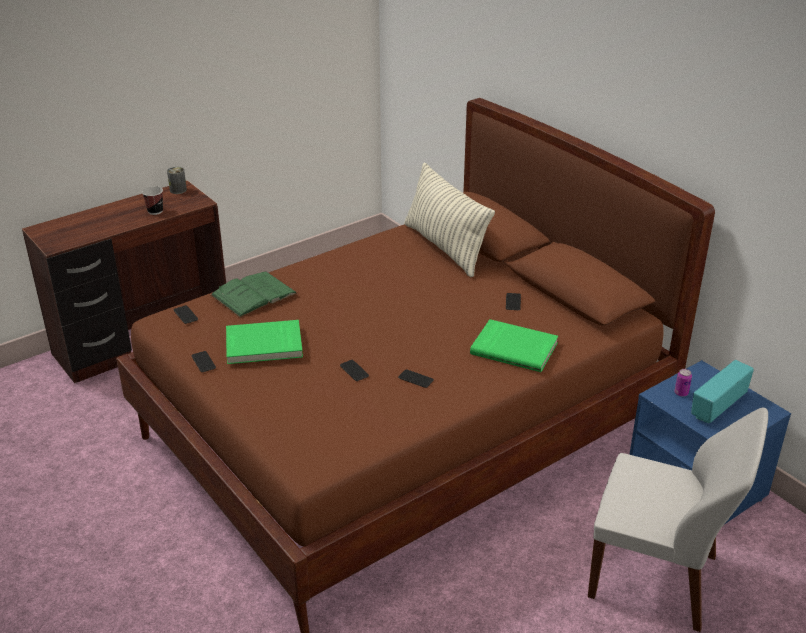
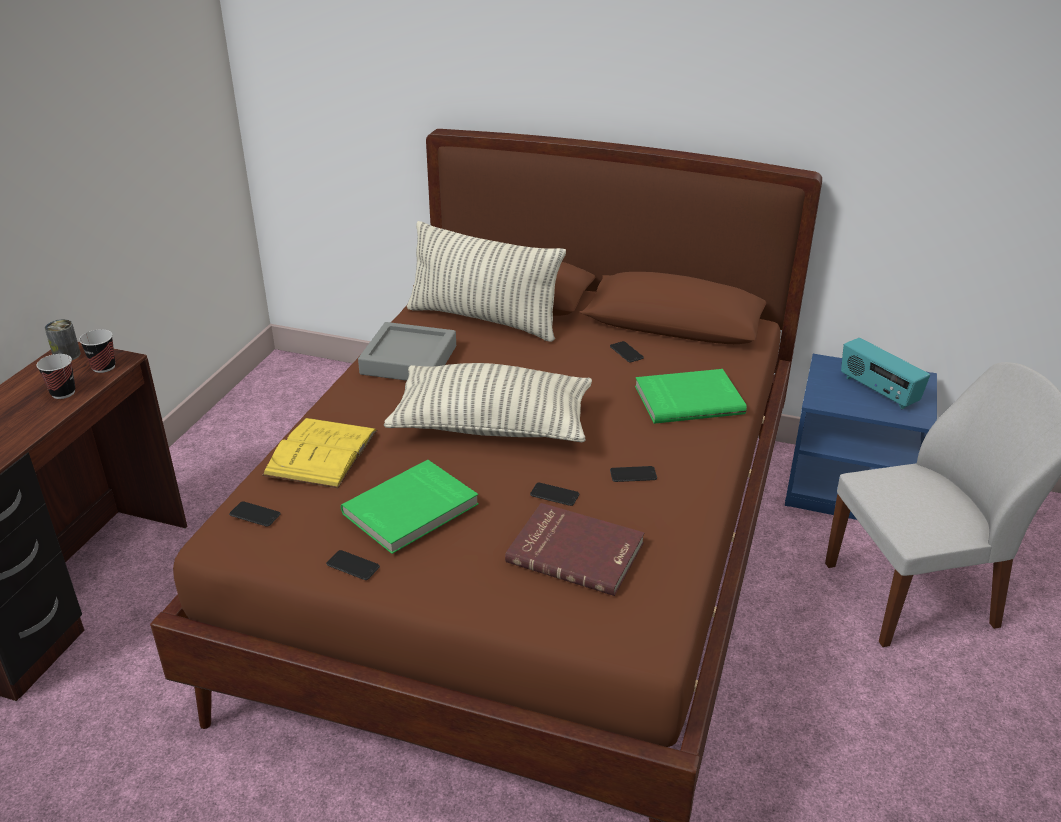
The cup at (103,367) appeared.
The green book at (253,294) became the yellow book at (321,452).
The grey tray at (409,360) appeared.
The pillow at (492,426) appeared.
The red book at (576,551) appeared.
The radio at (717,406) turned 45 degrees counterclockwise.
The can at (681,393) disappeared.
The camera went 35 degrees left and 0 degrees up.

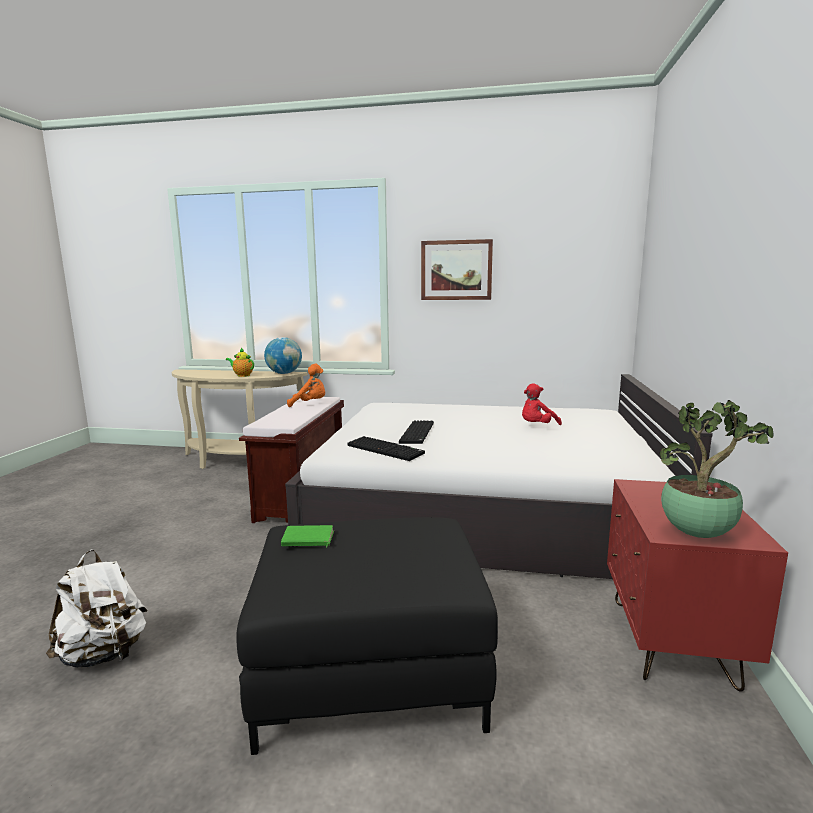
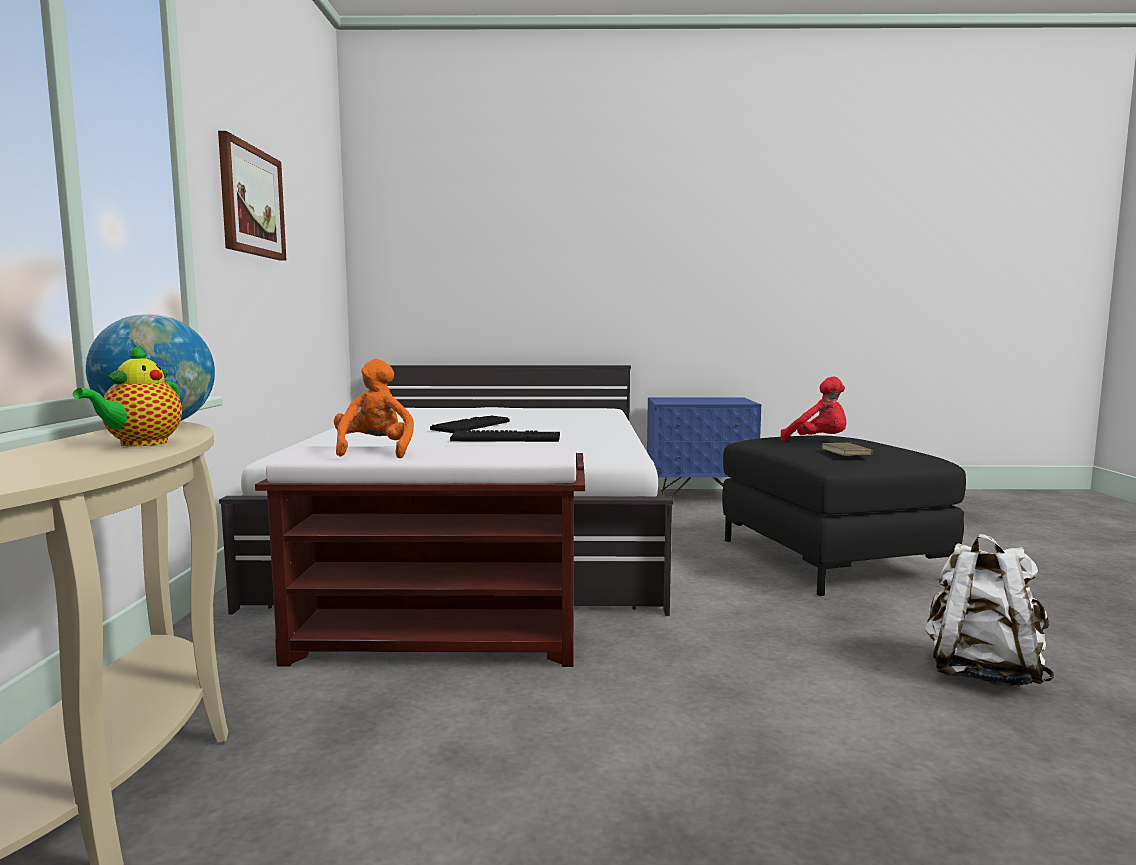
The keyboard moved from (386,449) to (470,426).
The red nightstand at (671,643) became the blue nightstand at (699,497).
The red plush toy moved from (537,426) to (819,442).
The green book at (307,540) became the brown book at (848,452).
The potted plant at (699,534) disappeared.
The camera went 100 degrees left and 5 degrees down.

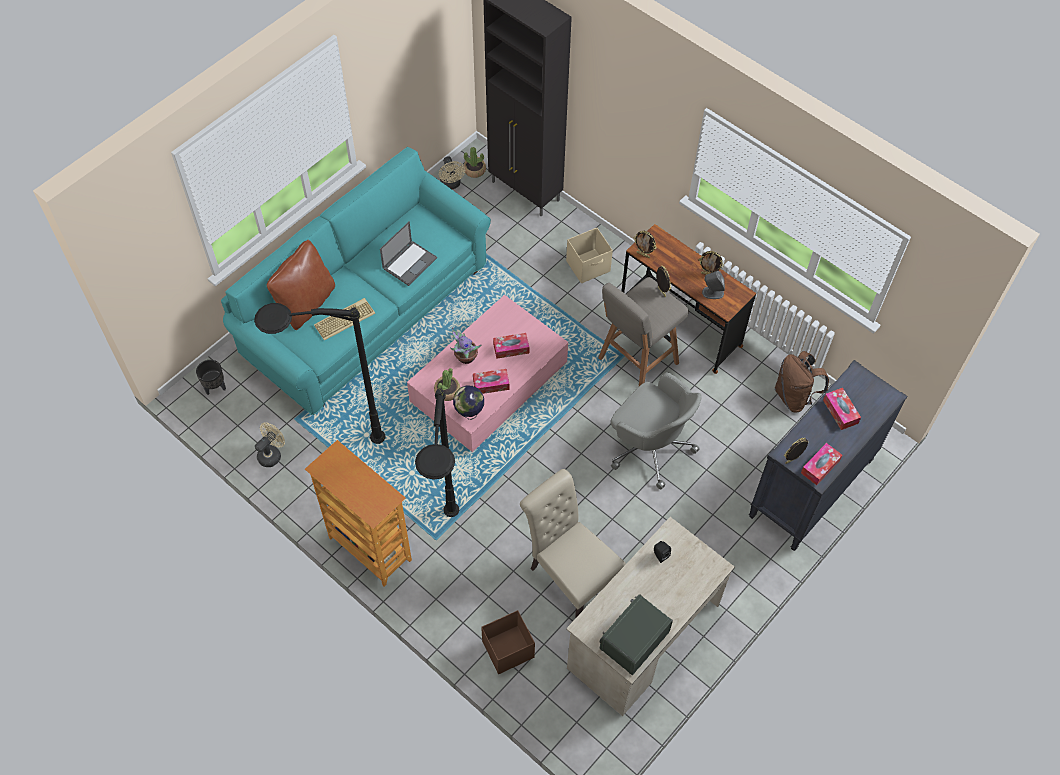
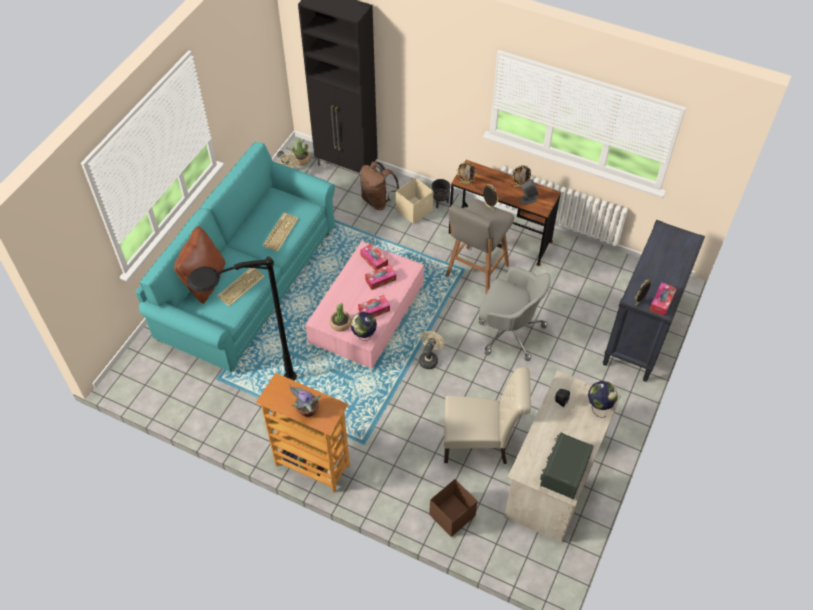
The laptop at (410,262) was replaced by the keyboard at (280,232).
The potted plant moved from (465,357) to (306,410).
The brown backpack moved from (794,397) to (378,201).
The tissue box moved from (840,412) to (374,260).
The beige fan moved from (272,454) to (429,358).
The black planter moved from (215,387) to (440,202).
The beige chair at (569,575) turned 150 degrees clockwise.
The globe at (599,406) appeared.
The black floor lamp at (449,556) disappeared.
The camera went 15 degrees left and 5 degrees down.

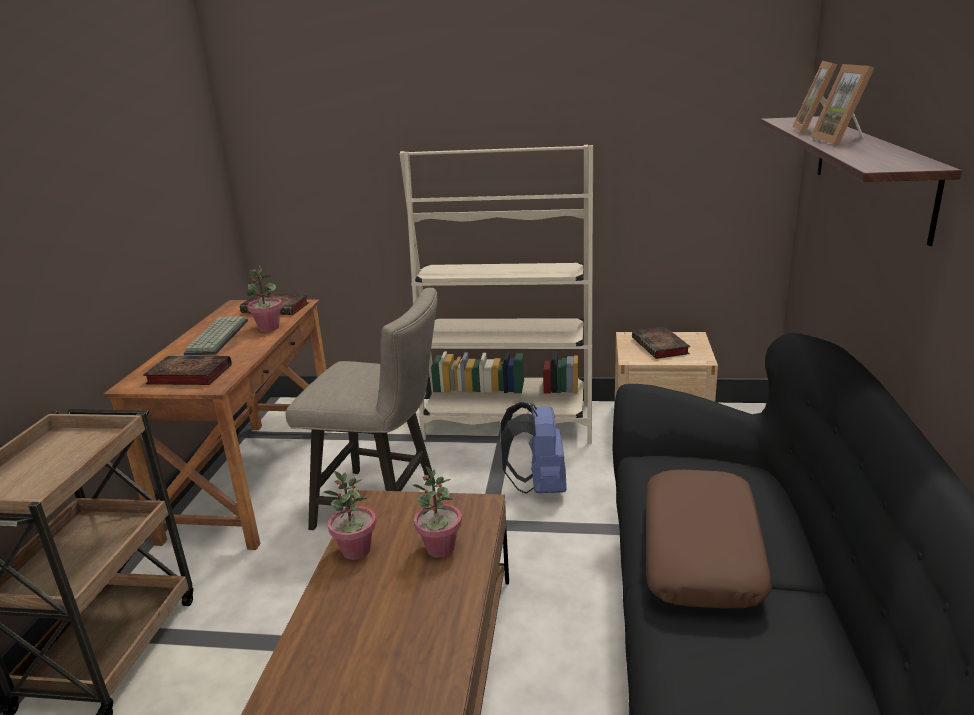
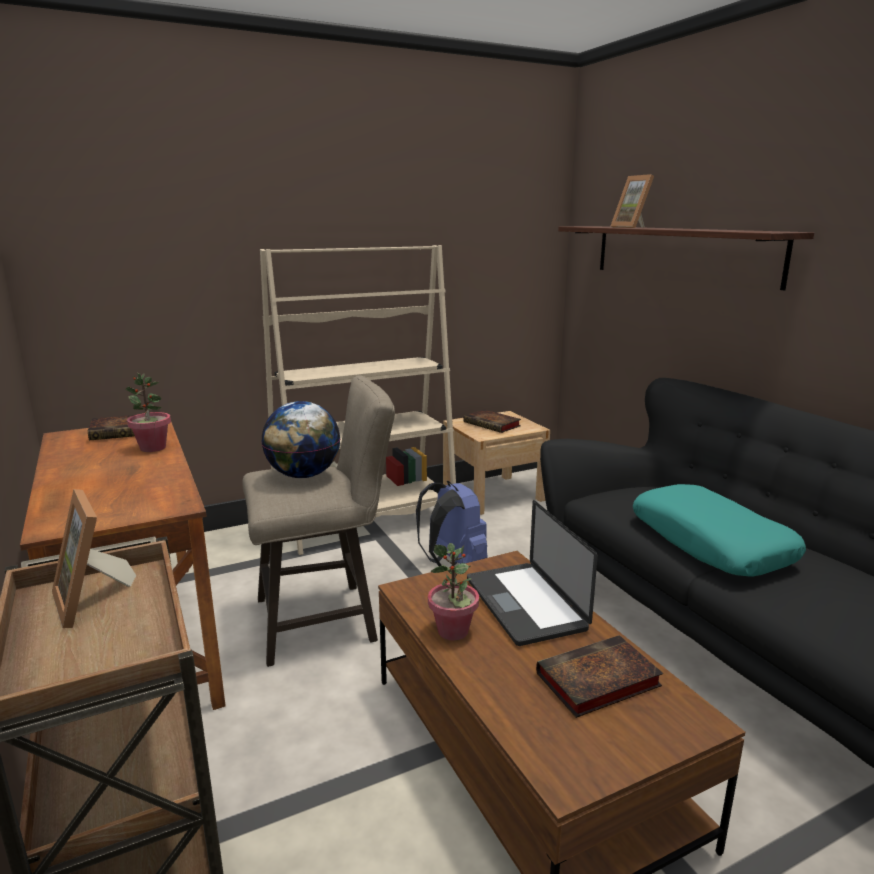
The picture frame moved from (842,141) to (94,600).
The globe at (303,475) appeared.
The potted plant at (440,548) was replaced by the laptop at (525,604).
The book moved from (187,375) to (596,682).
The brown pillow at (702,552) became the turquoise pillow at (711,543).
The keyboard at (216,336) disappeared.
The camera went 35 degrees left and 5 degrees down.

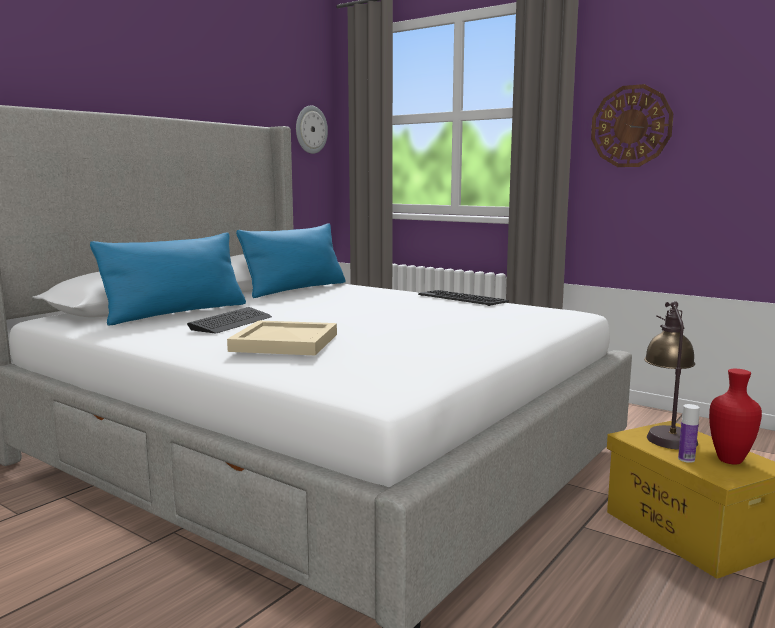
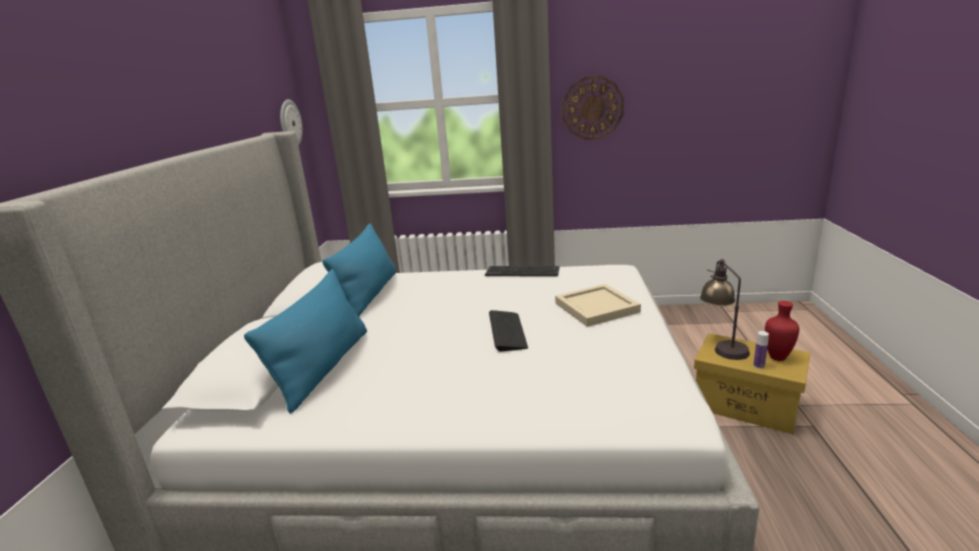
The keyboard moved from (231,323) to (507,331).
The beige tray moved from (283,343) to (596,308).
The camera went 30 degrees left and 10 degrees up.

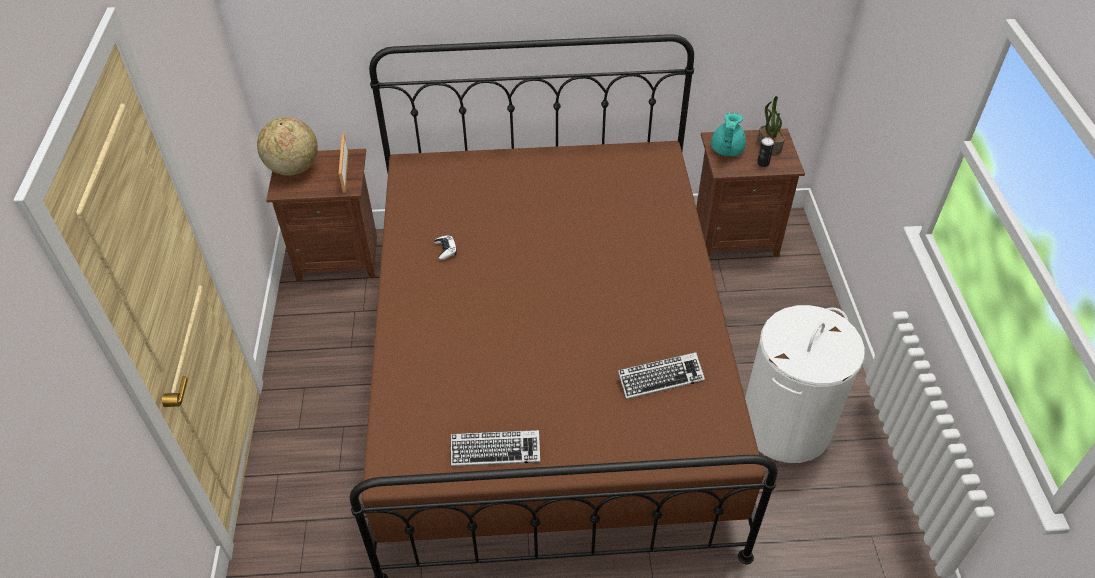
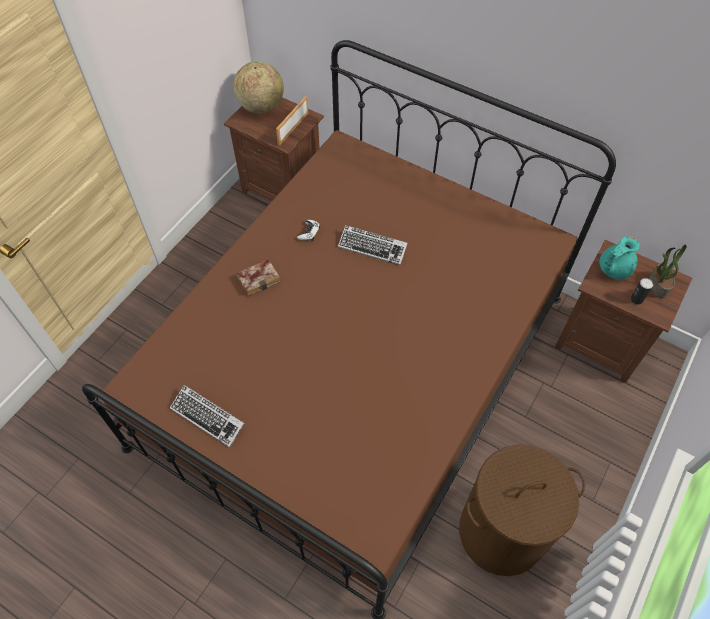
The book at (259,278) appeared.
The keyboard moved from (660,378) to (372,247).
The white laundry basket at (786,426) became the brown laundry basket at (501,532).
The camera went 35 degrees right and 10 degrees up.

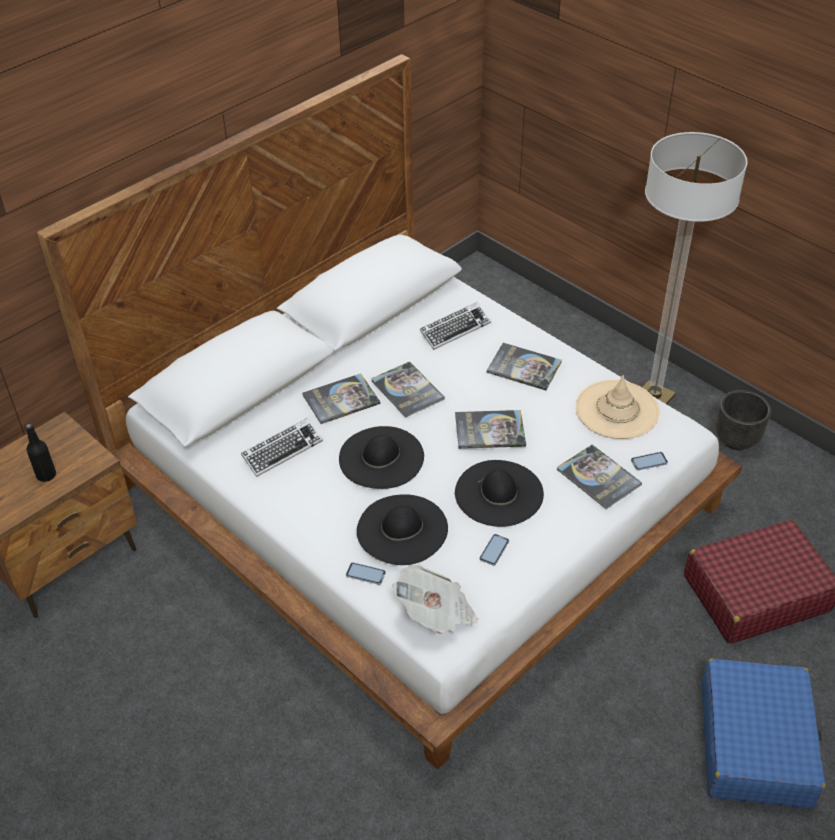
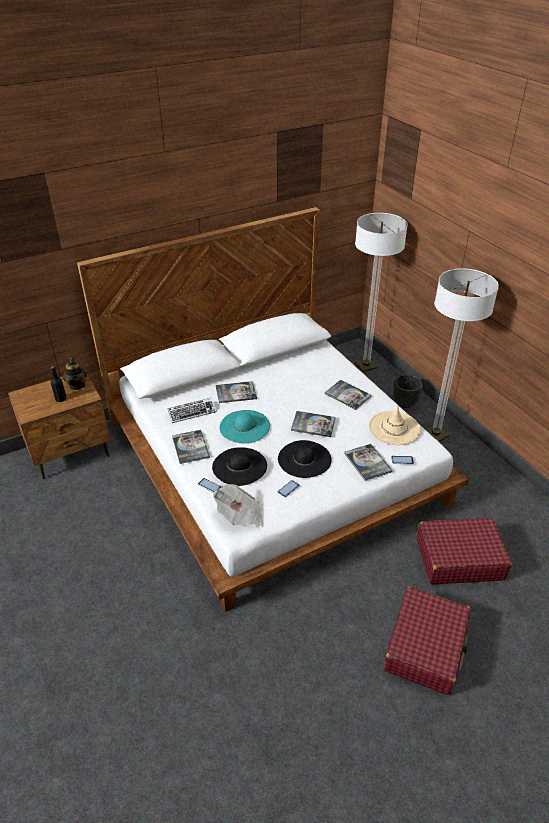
The teapot at (77,385) appeared.
The book moved from (407,390) to (190,447).
The black hat at (381,457) became the turquoise hat at (244,426).
The floor lamp at (366,366) appeared.
The blue suitcase at (755,743) became the red suitcase at (425,646).
The black planter moved from (736,440) to (405,403).
The keyboard at (455,329) disappeared.
The camera went 15 degrees right and 5 degrees down.

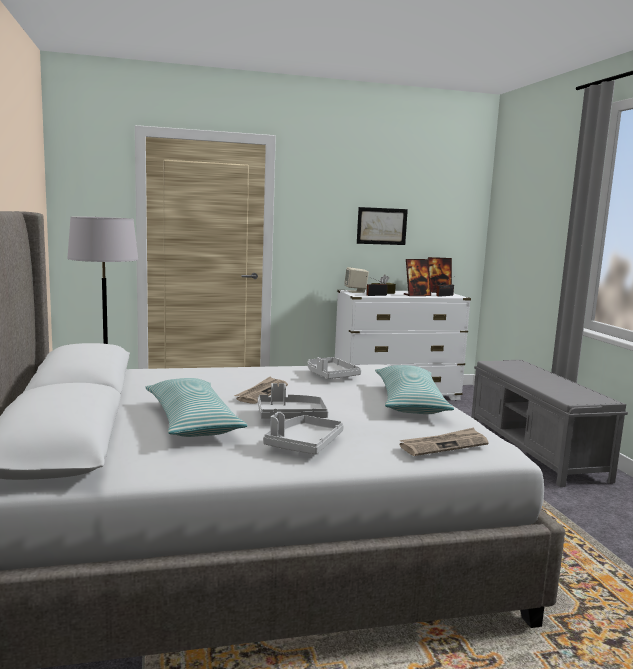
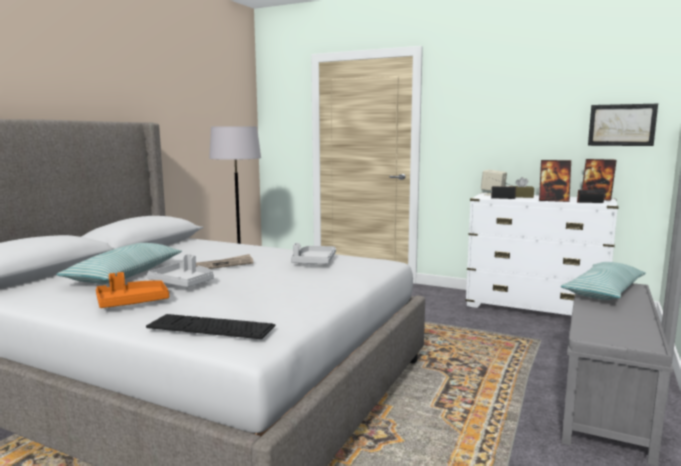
The grey tray at (303,444) became the orange tray at (132,302).
The newspaper at (444,445) was replaced by the keyboard at (211,327).
The pillow moved from (409,402) to (604,291).
The picture moved from (381,226) to (621,125).
The camera went 40 degrees right and 0 degrees up.

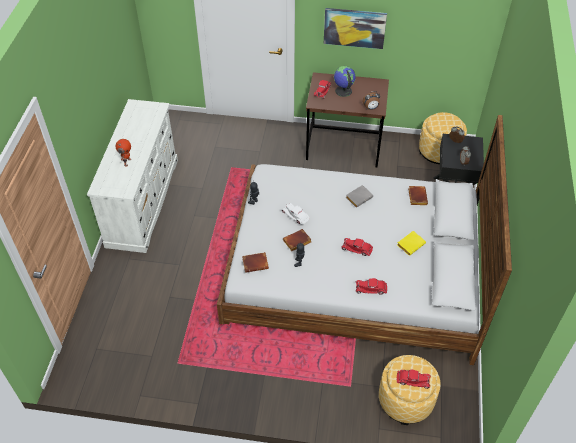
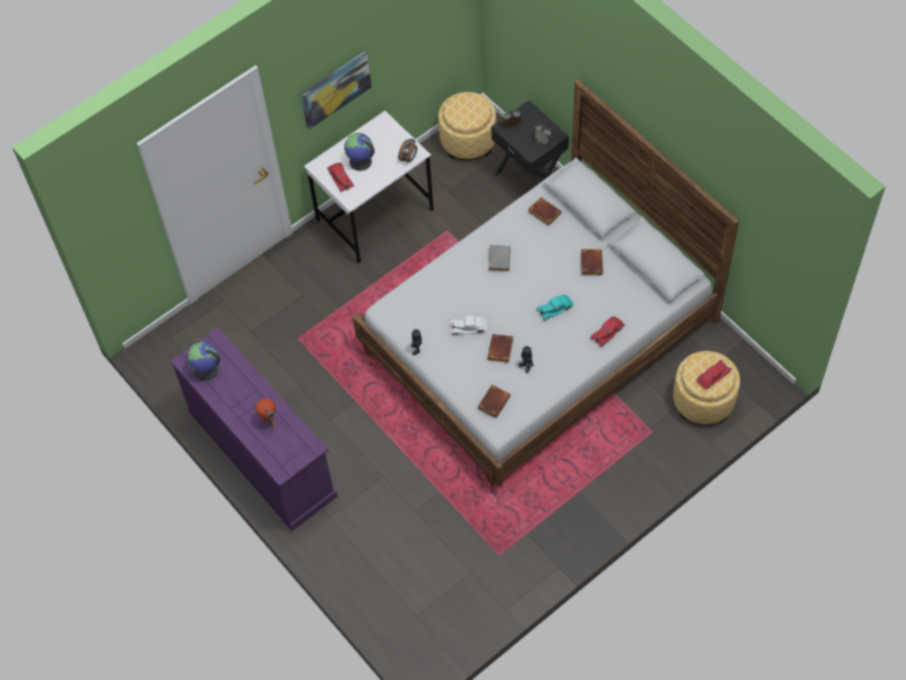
The white dresser at (143,201) became the purple dresser at (261,453).
The globe at (206,370) appeared.
The brown desk at (344,146) became the white desk at (375,214).
The red toy car at (357,248) became the turquoise toy car at (555,308).
The yellow book at (410,244) became the brown book at (590,263).
The camera went 45 degrees left and 10 degrees up.

